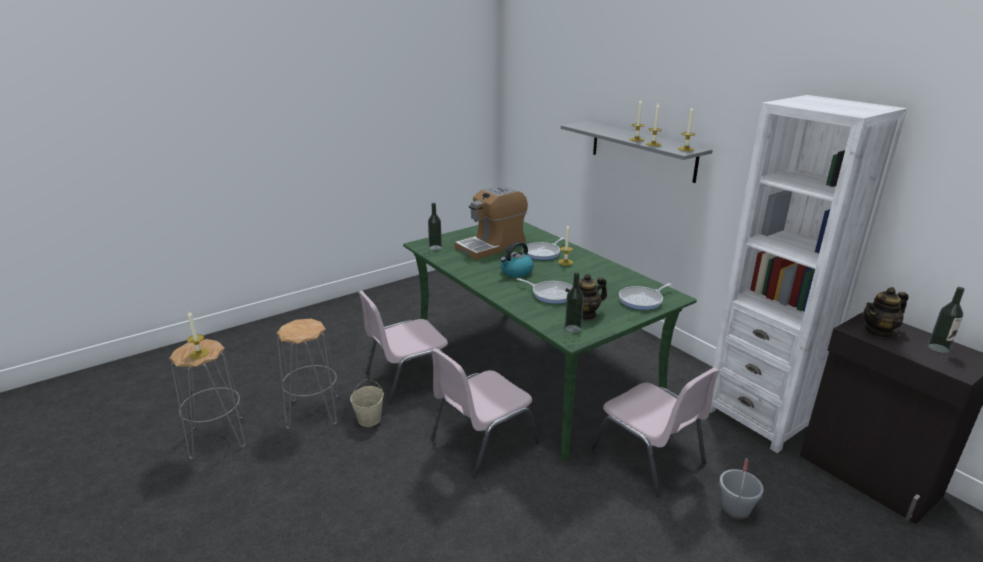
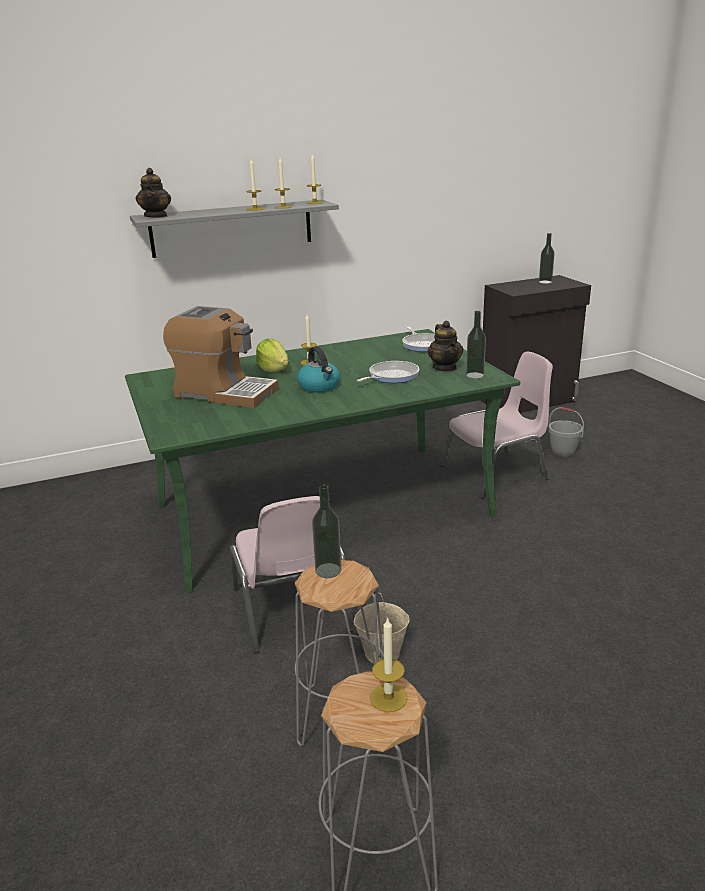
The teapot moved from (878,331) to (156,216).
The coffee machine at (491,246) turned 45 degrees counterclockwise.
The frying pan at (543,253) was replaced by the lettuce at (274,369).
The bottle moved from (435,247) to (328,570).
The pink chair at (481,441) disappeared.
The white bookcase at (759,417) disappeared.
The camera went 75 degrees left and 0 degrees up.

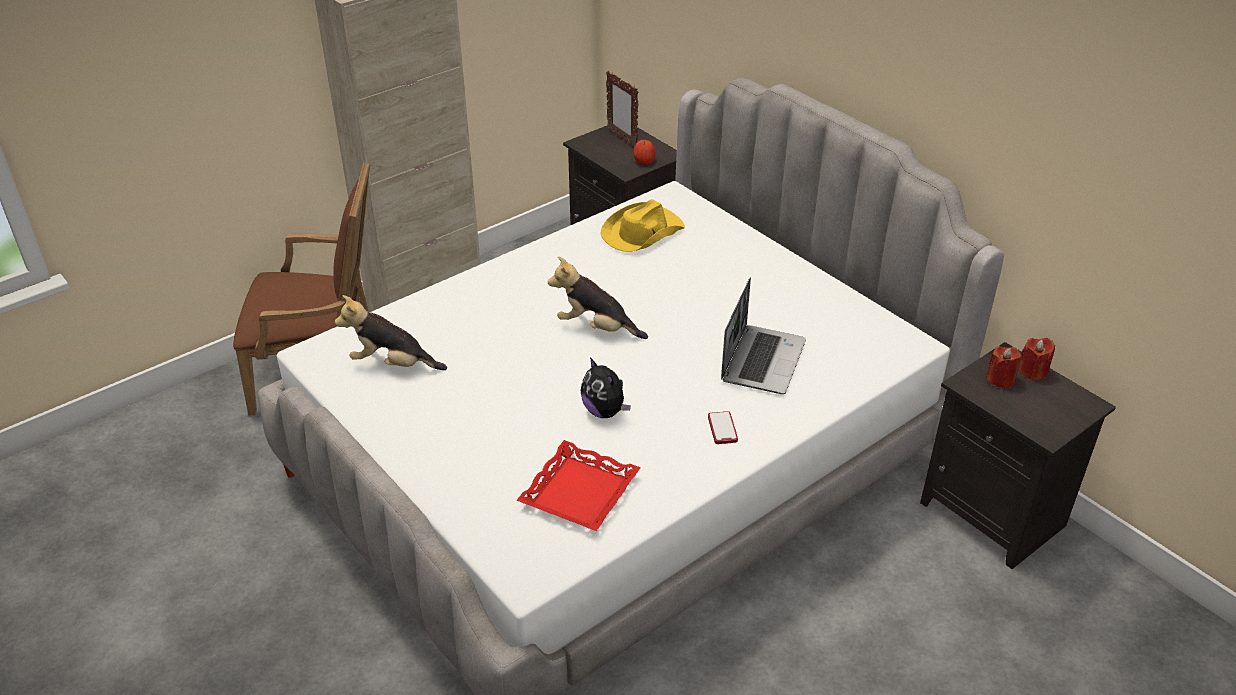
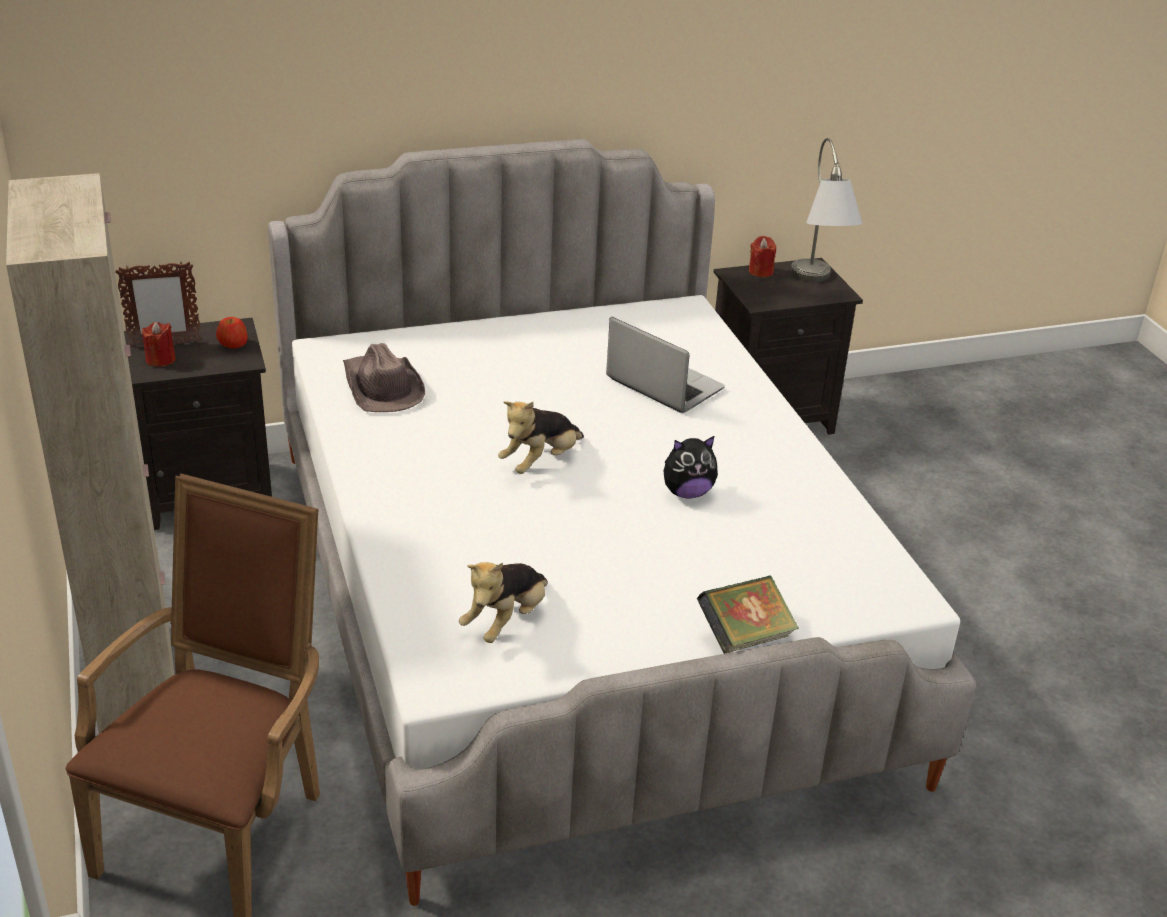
The red candle moved from (1000,379) to (160,360).
The yellow hat at (641,232) became the brown hat at (381,387).
The book at (744,637) appeared.
The grey table lamp at (817,285) appeared.
The red tray at (579,492) disappeared.
The phone at (722,429) disappeared.
The camera went 70 degrees left and 5 degrees down.

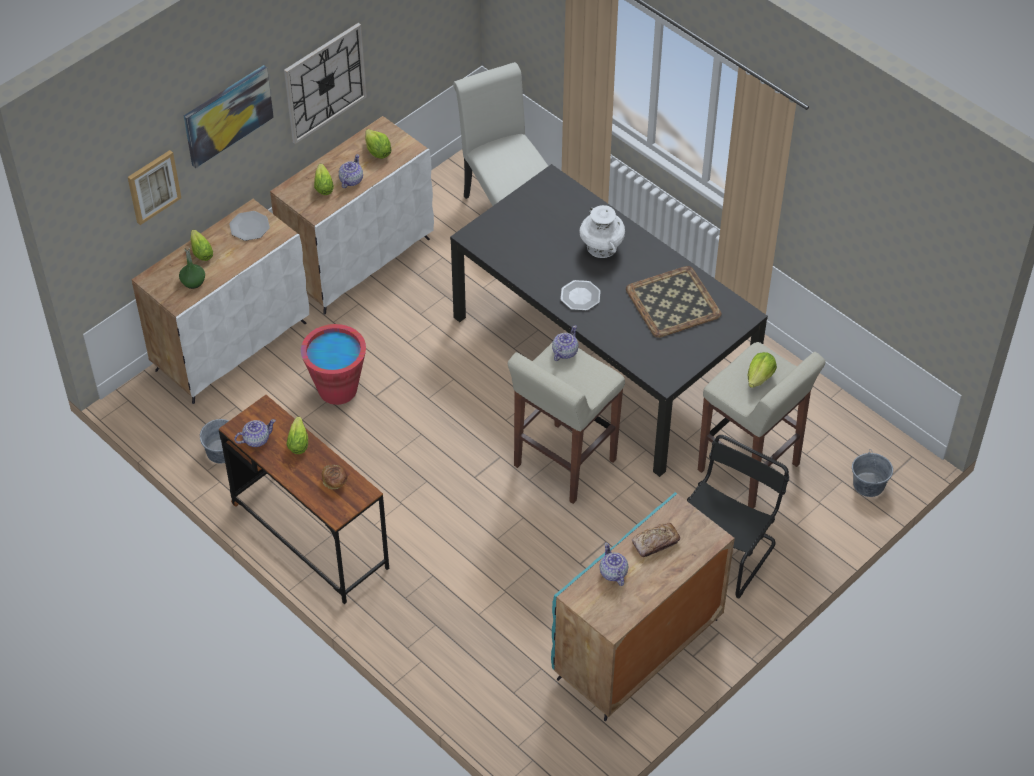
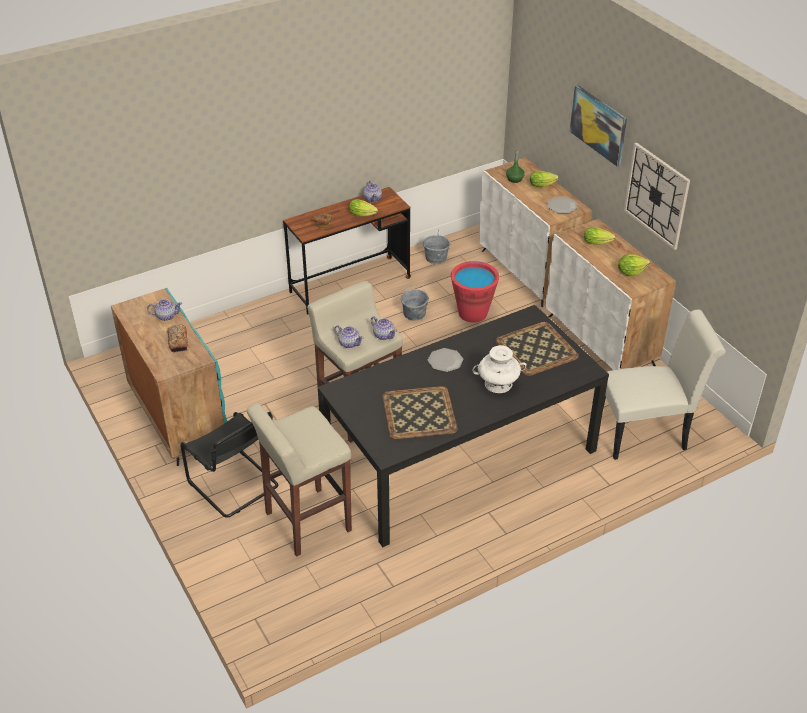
The teapot moved from (351,180) to (349,343).
The grey bucket moved from (868,485) to (414,313).
The tray at (536,348) appeared.
The picture at (153,186) disappeared.
The lettuce at (760,377) disappeared.
The camera went 105 degrees right and 10 degrees down.

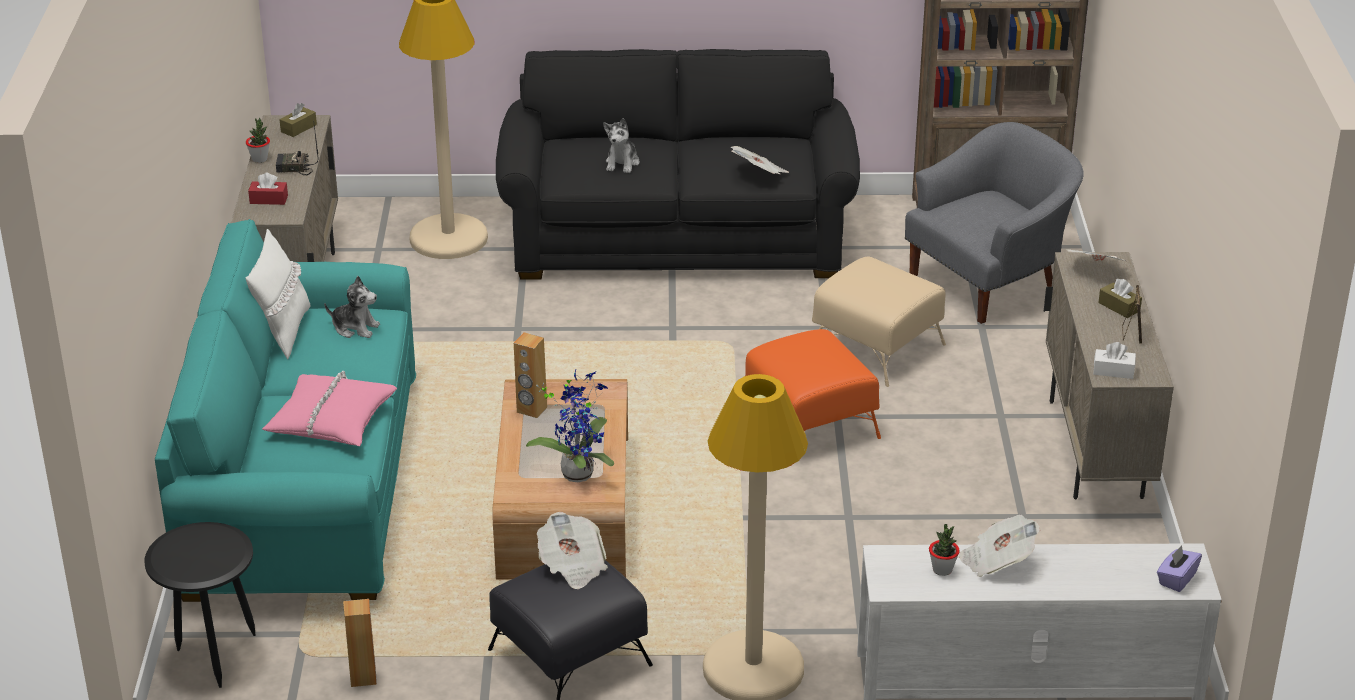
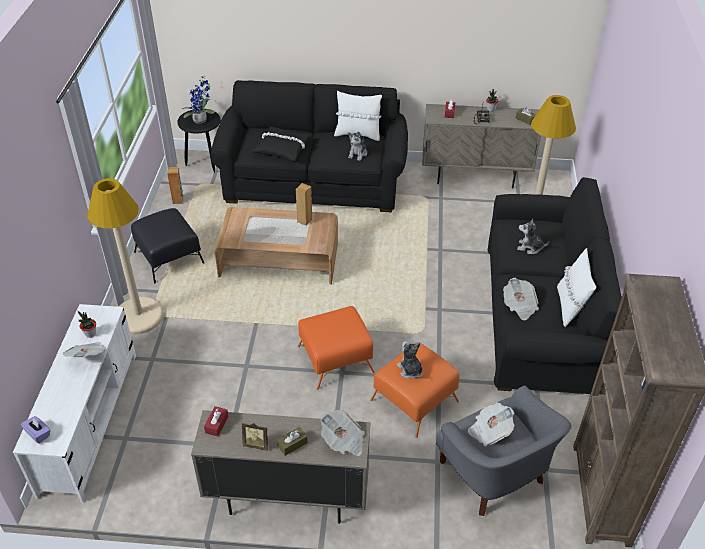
The potted plant moved from (578,471) to (201,120).
The white tissue box at (1113,371) became the red tissue box at (217,424).
The turquoise sofa at (304,485) became the black sofa at (313,183).
The pink pillow at (331,420) became the black pillow at (282,148).
The beige ottoman at (877,348) became the orange ottoman at (413,401).
The plush toy at (410,370) appeared.
The newspaper moved from (572,566) to (489,431).
The white pillow at (570,306) appeared.
The camera went 95 degrees right and 10 degrees up.

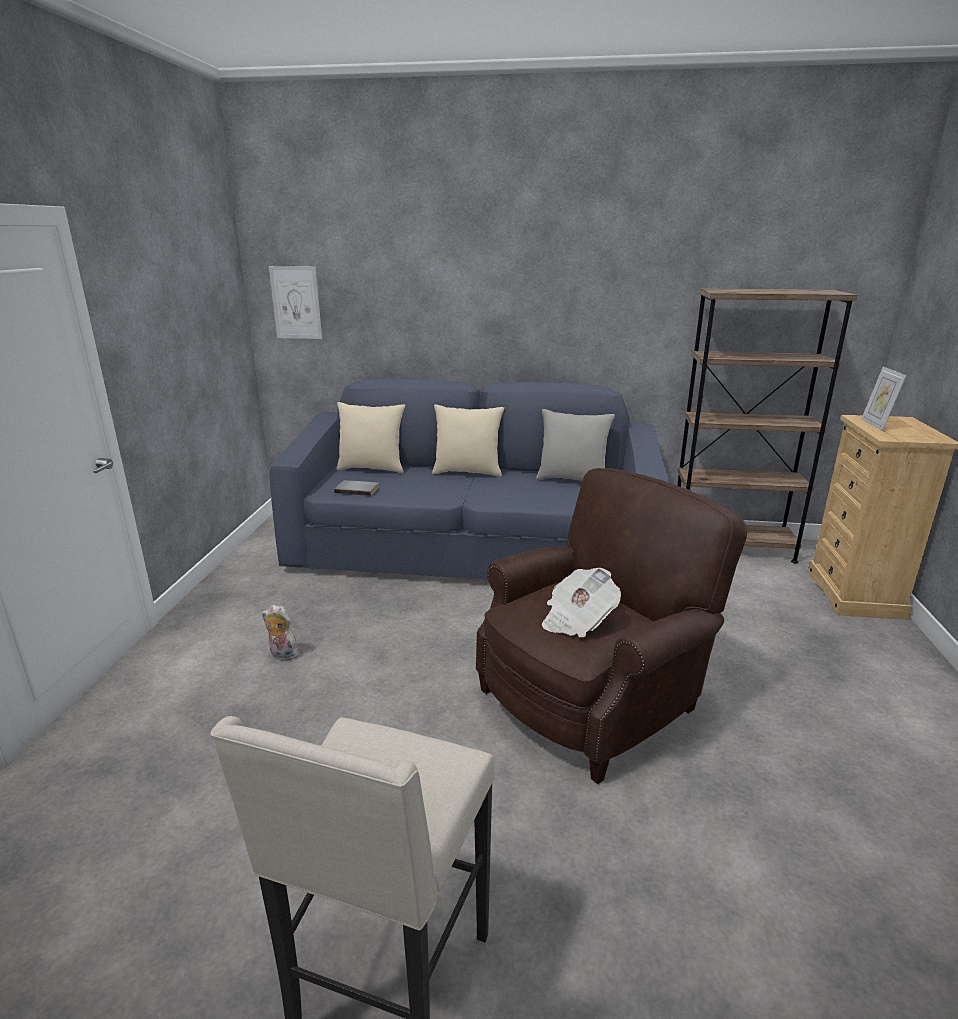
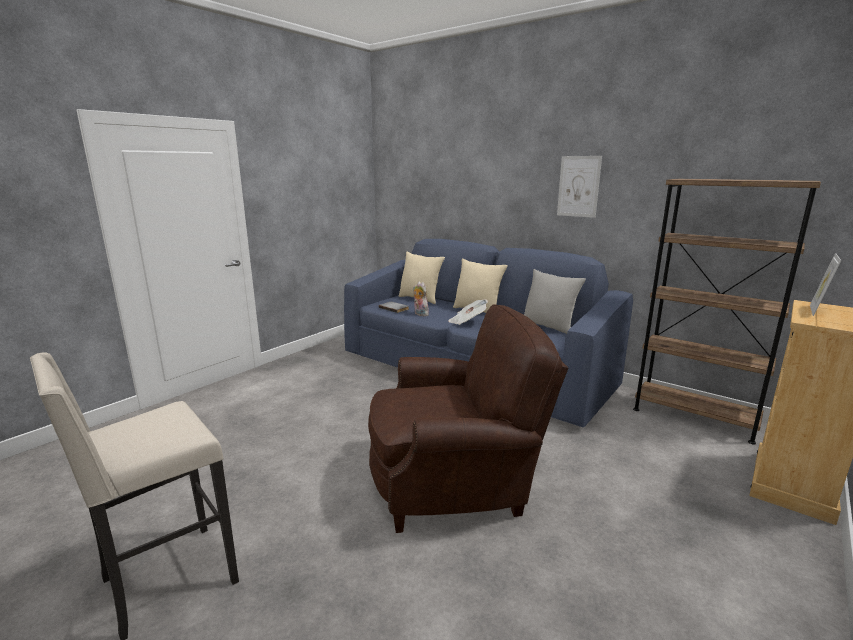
The plush toy moved from (282,655) to (420,314).
The newspaper moved from (577,620) to (467,322).
The picture moved from (296,303) to (578,186).
The camera went 30 degrees right and 5 degrees down.

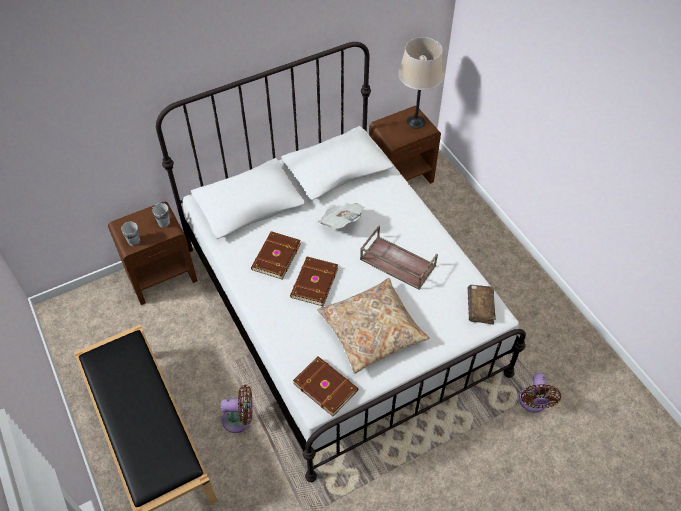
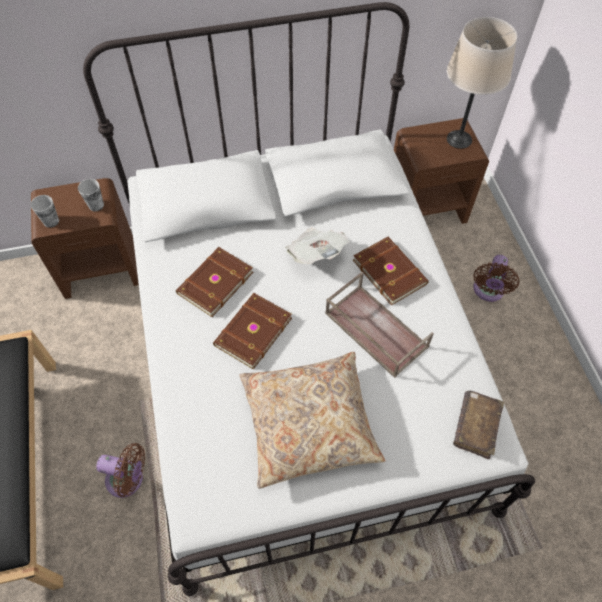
The brown book moved from (326,386) to (390,271).
The brown fan moved from (533,403) to (488,291).
The camera went 15 degrees right and 5 degrees up.

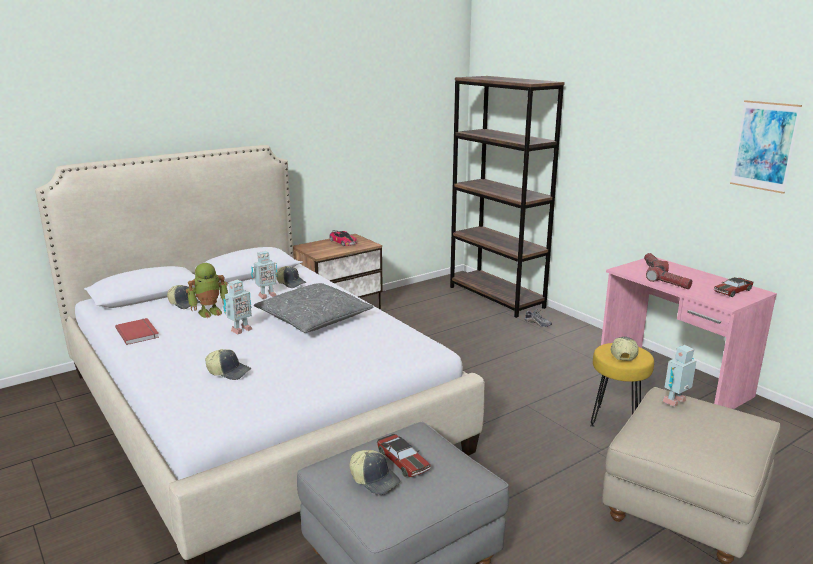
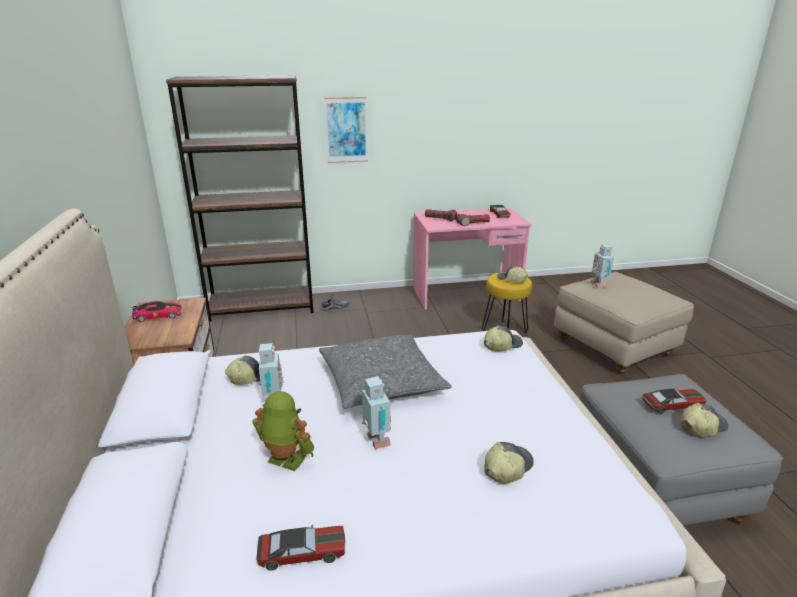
The toy robot at (210,312) turned 60 degrees counterclockwise.
The red book at (139,332) was replaced by the toy car at (303,552).
The picture moved from (764,146) to (346,130).
The cap moved from (184,303) to (502,345).
The camera went 65 degrees left and 5 degrees up.

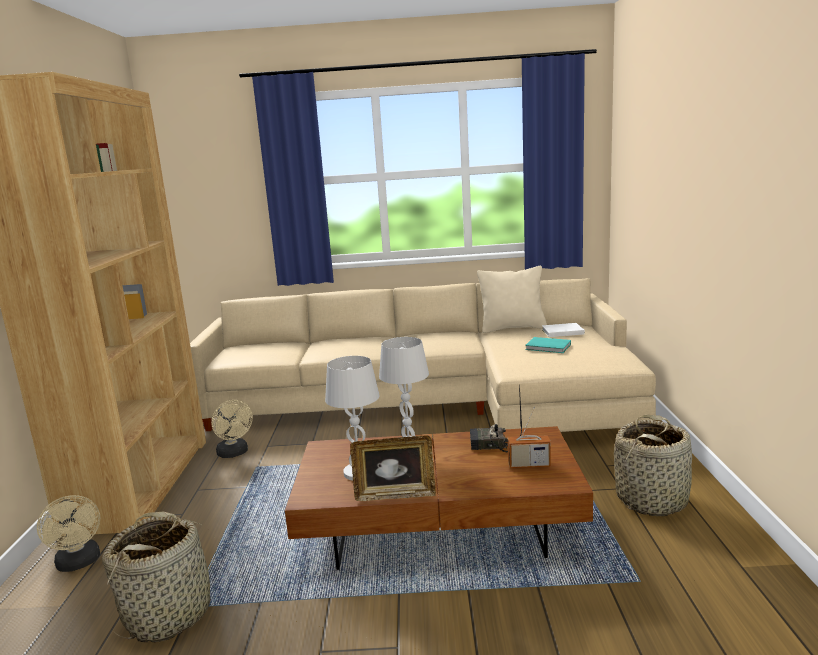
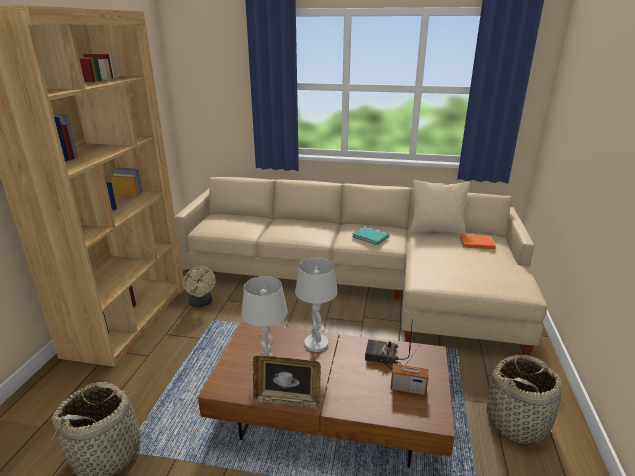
The turquoise book moved from (549,347) to (370,237).
The white book at (561,332) became the orange book at (476,243).
The beige fan at (79,563) disappeared.
The camera went 10 degrees right and 10 degrees up.

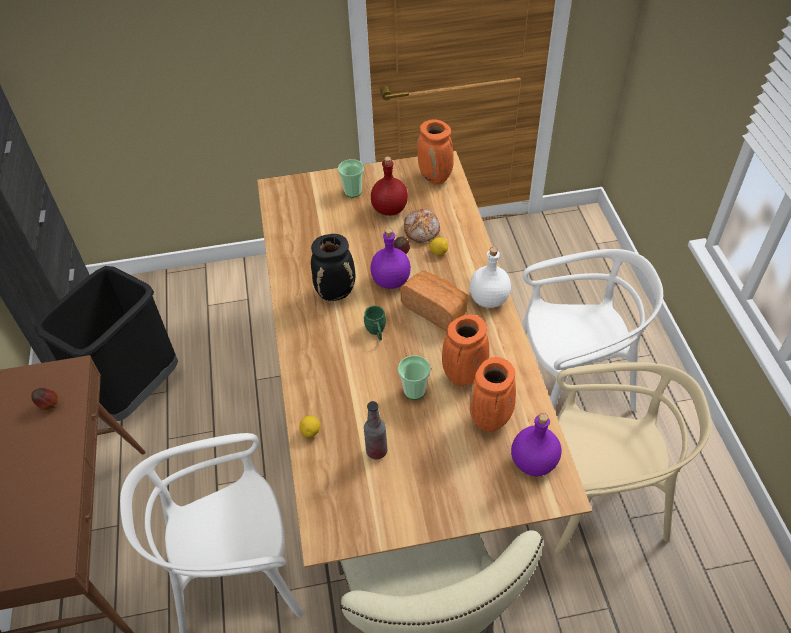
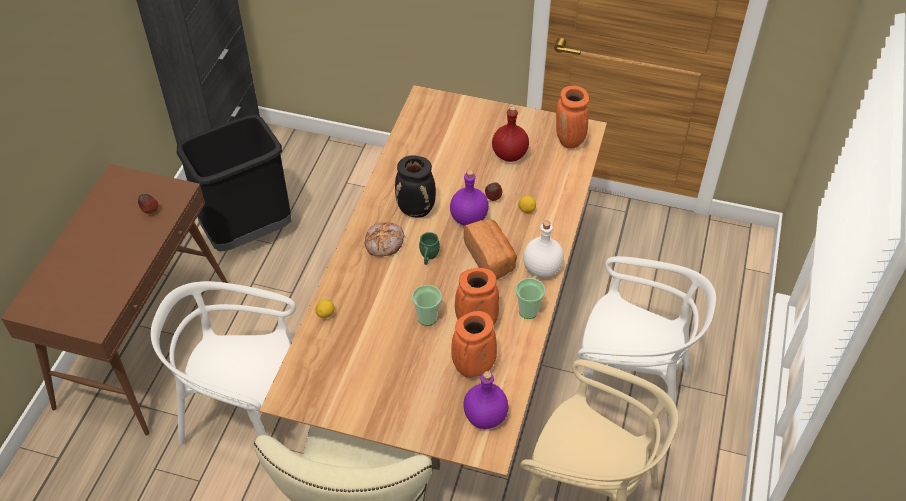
The bread moved from (422,230) to (385,243).
The cup moved from (353,191) to (528,311).
The bottle at (376,451) disappeared.
The camera went 25 degrees right and 0 degrees up.

